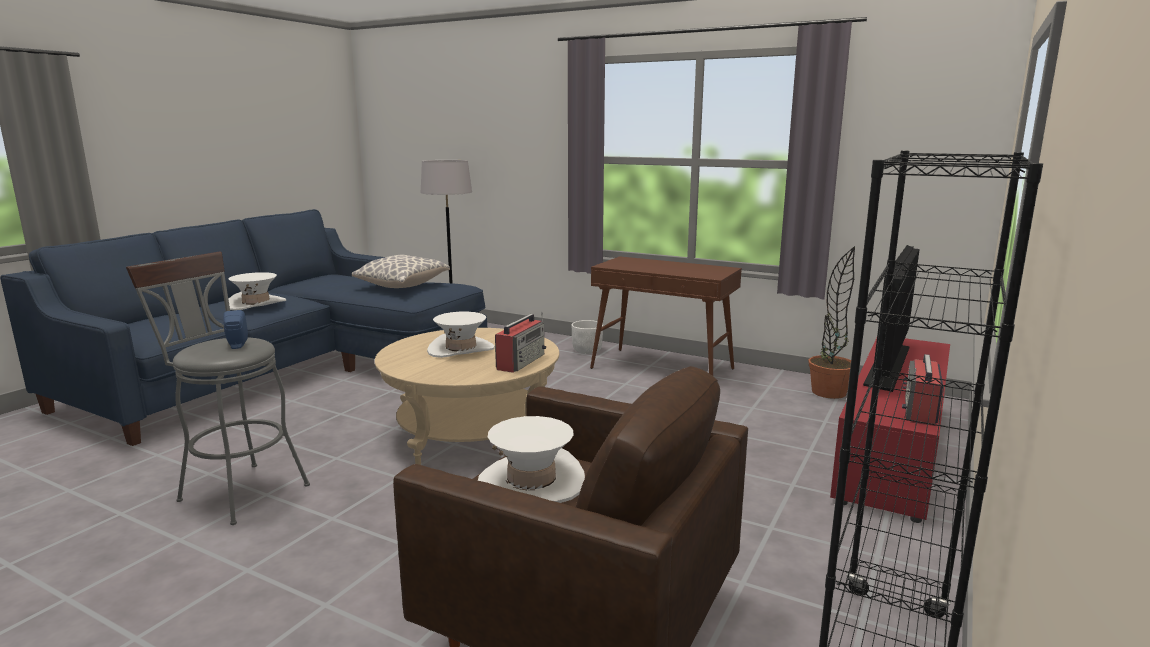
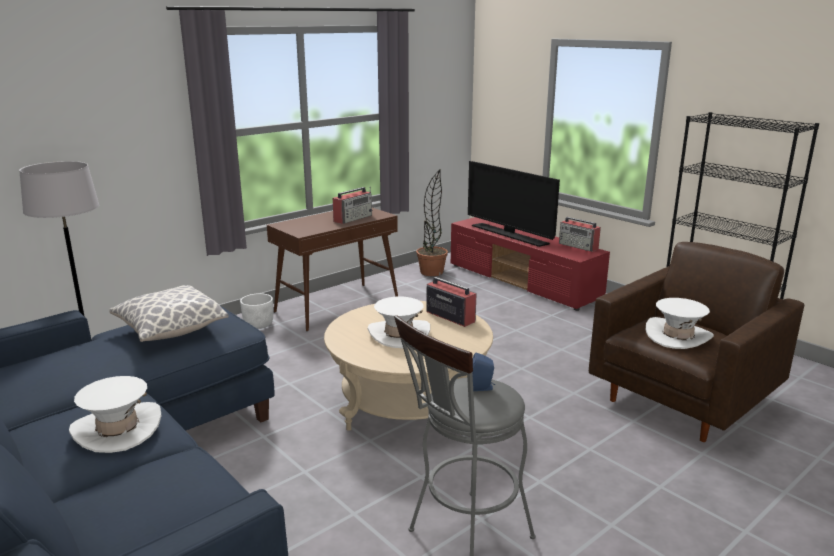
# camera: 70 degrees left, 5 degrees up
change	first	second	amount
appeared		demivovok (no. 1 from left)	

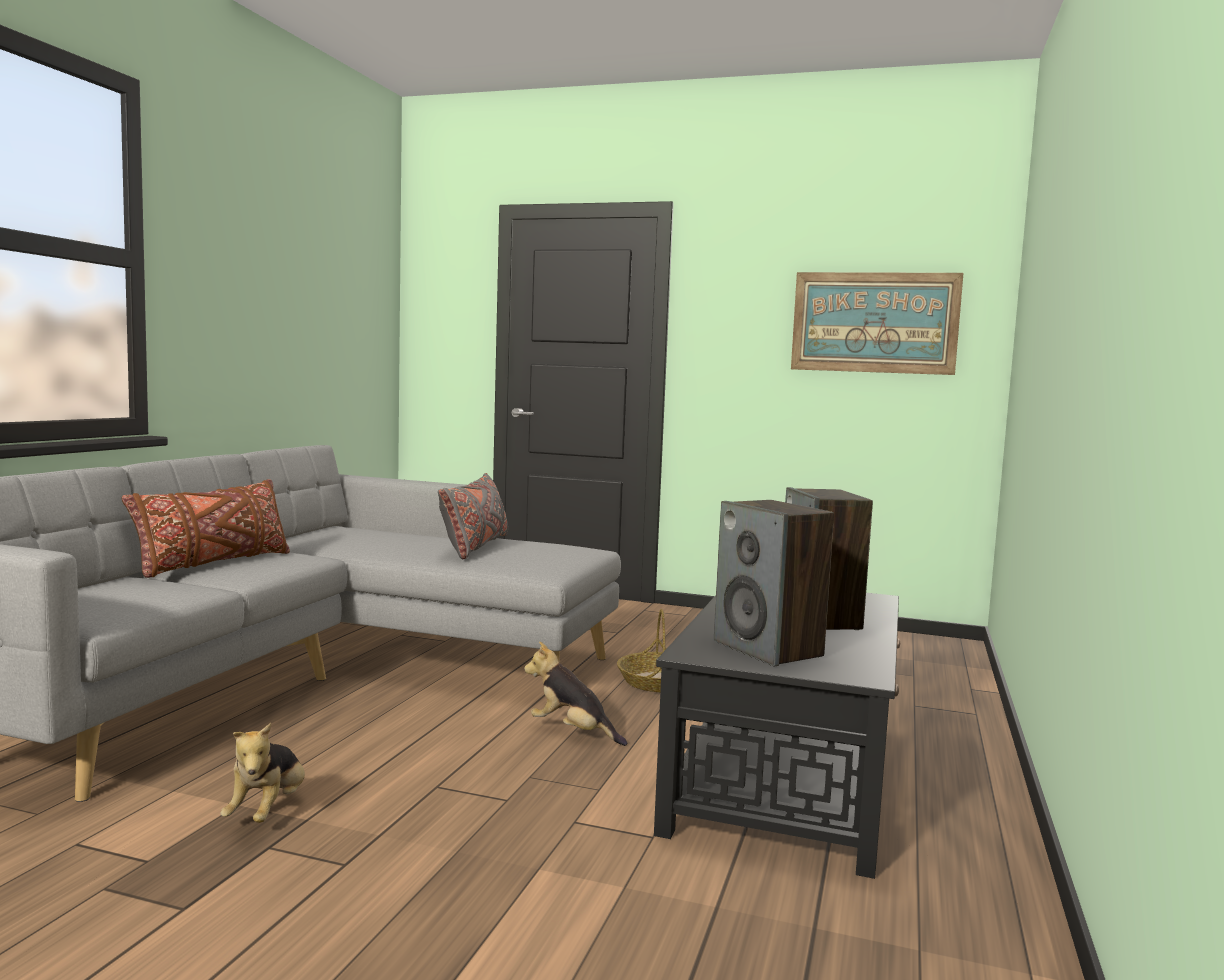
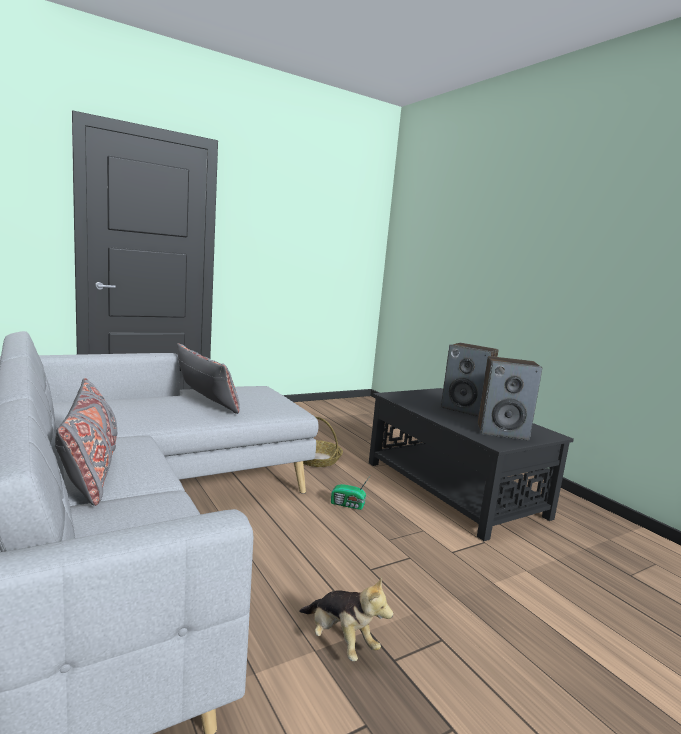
# camera: 50 degrees left, 5 degrees up
change	first	second	amount
missing	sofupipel		
colour	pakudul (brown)	pakudul (grey) (no. 1 from left)	
exchanged	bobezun (no. 2 from left)	demivovok	

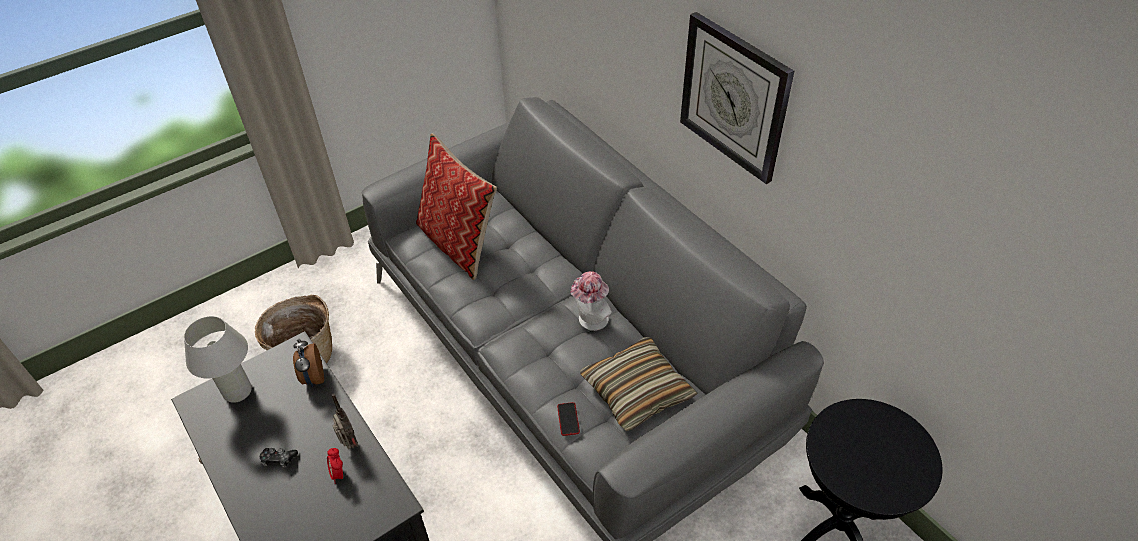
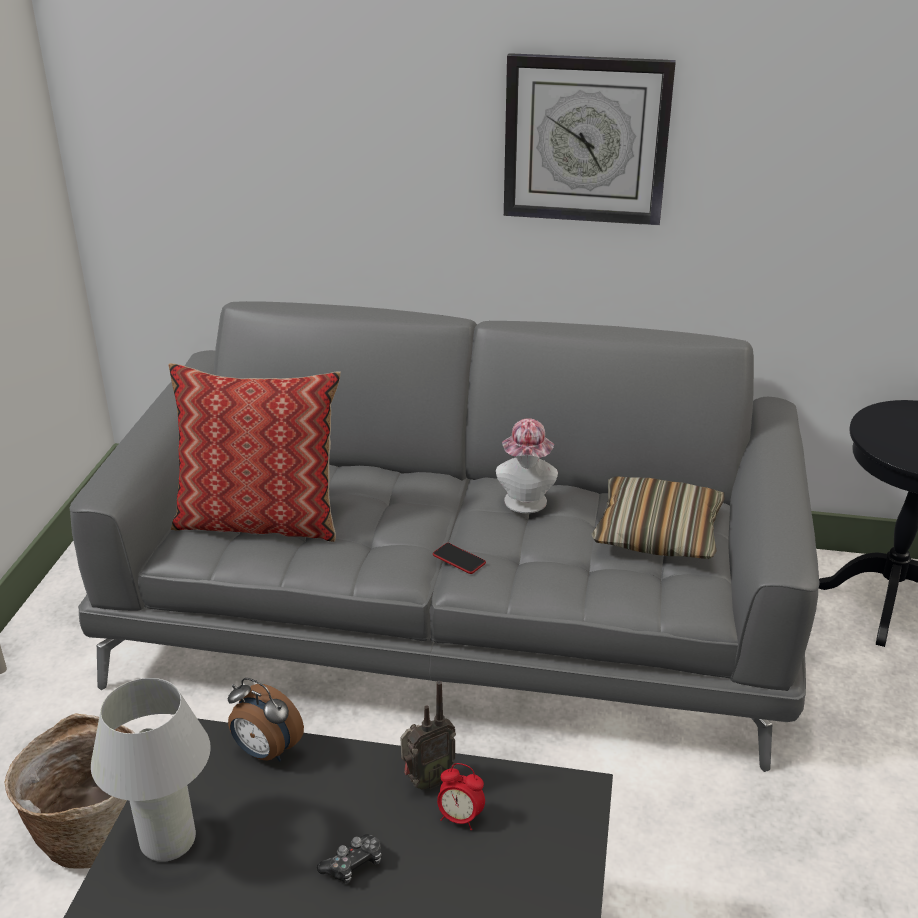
# camera: 45 degrees left, 15 degrees down
change	first	second	amount
spun	demivovok		135 degrees clockwise
relocated	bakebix		

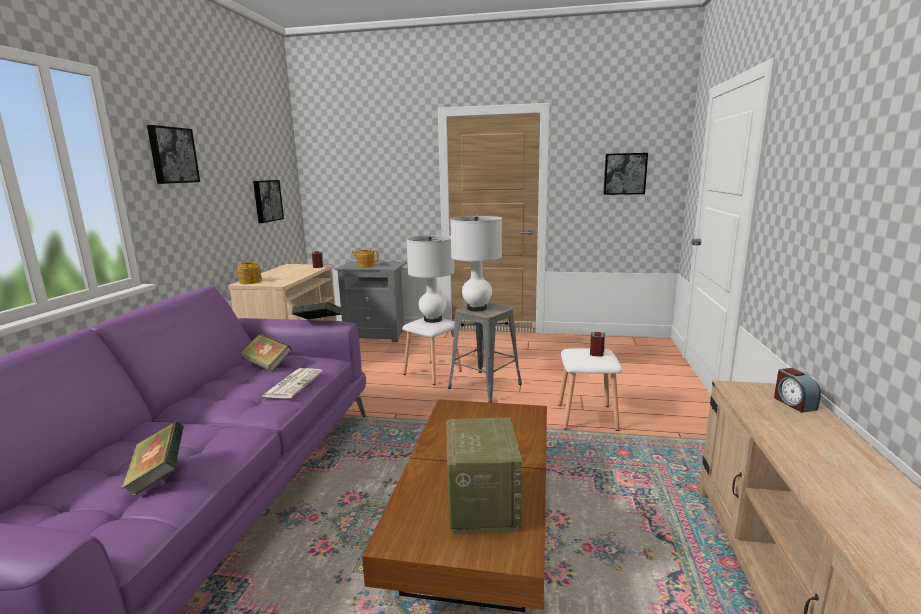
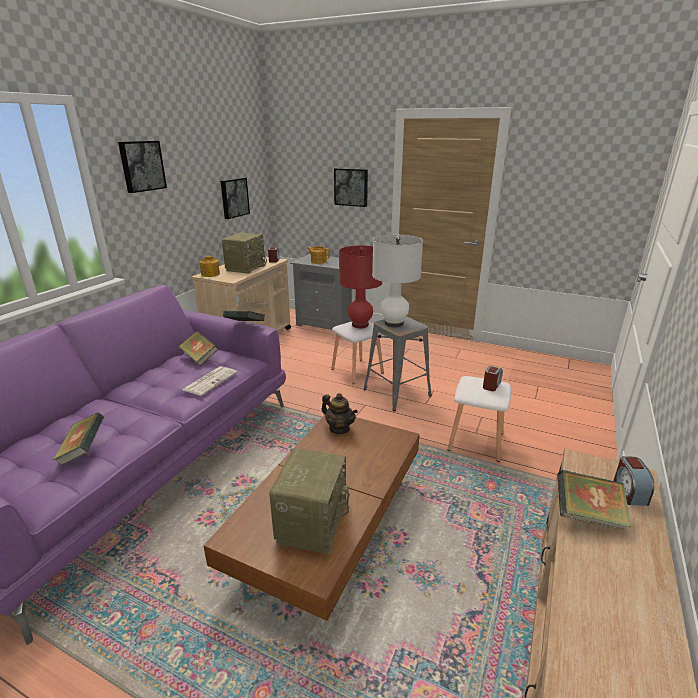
# camera: 15 degrees right, 10 degrees up
change	first	second	amount
relocated	sofupipel (no. 3 from left)		
colour	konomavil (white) (no. 1 from left)	konomavil (red)	
appeared		demivovok (no. 1 from left)	
appeared		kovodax (no. 3 from left)	
appeared		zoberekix (no. 4 from left)	

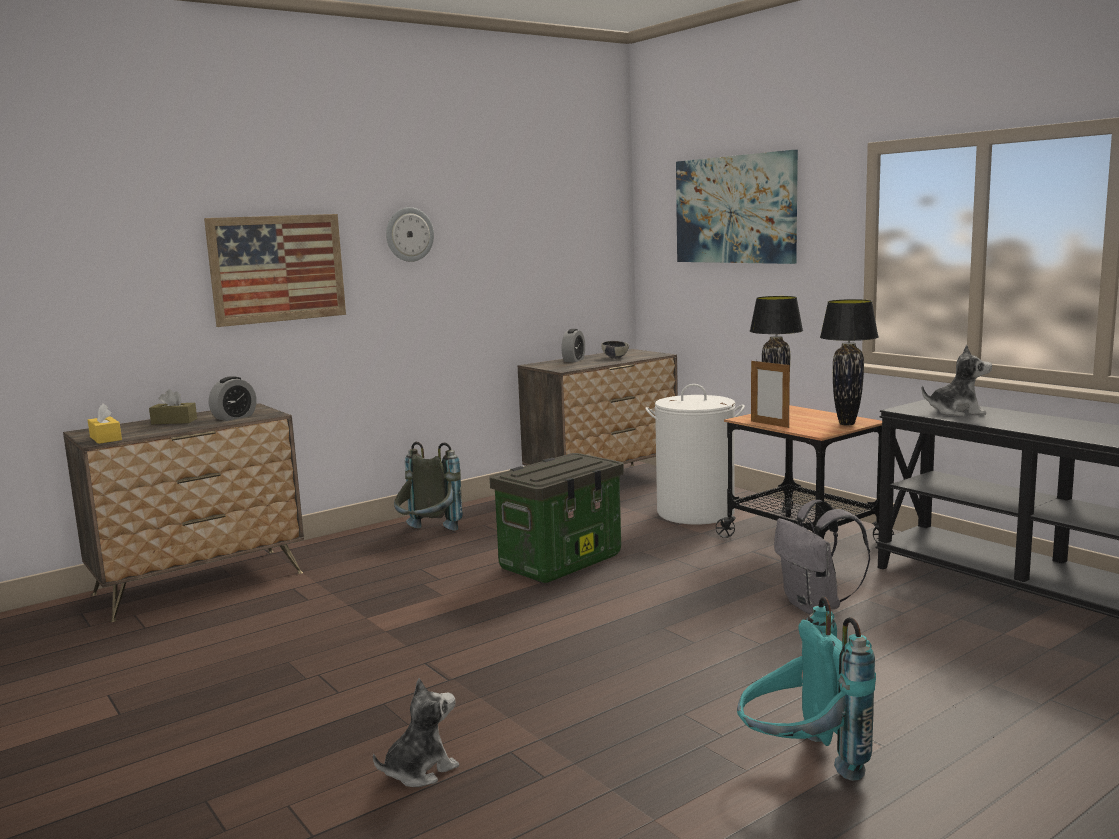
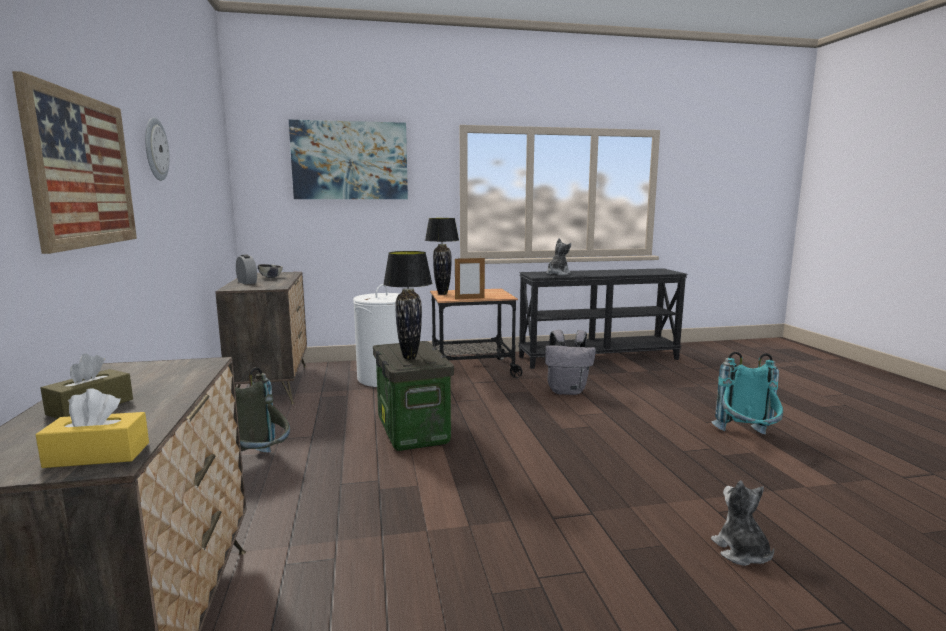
# camera: 65 degrees left, 0 degrees up
change	first	second	amount
relocated	konomavil (black) (no. 2 from left in the first image)	konomavil (black) (no. 1 from left)	
missing	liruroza (no. 1 from left)		

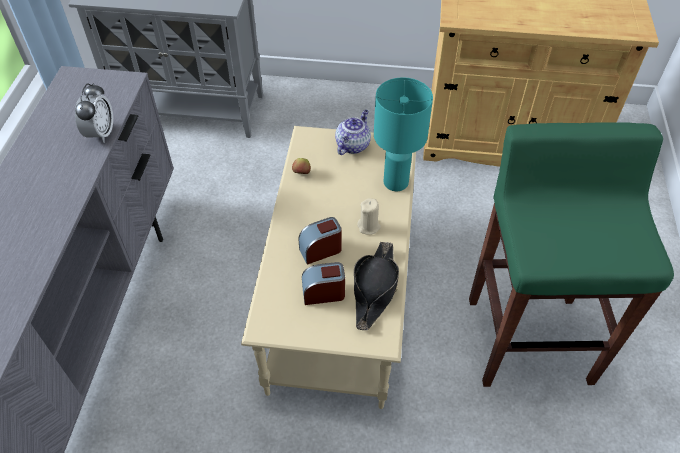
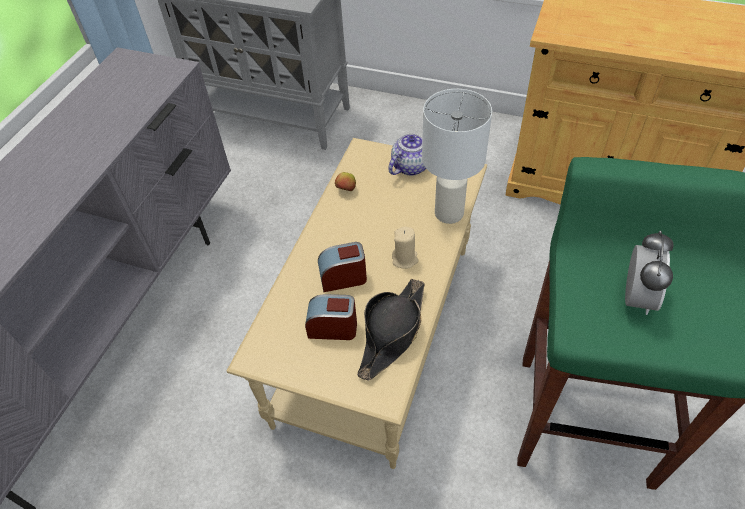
# camera: 15 degrees right, 0 degrees up
change	first	second	amount
colour	konomavil (turquoise)	konomavil (white)	
relocated	liruroza (no. 1 from left in the first image)	liruroza (no. 3 from left)	

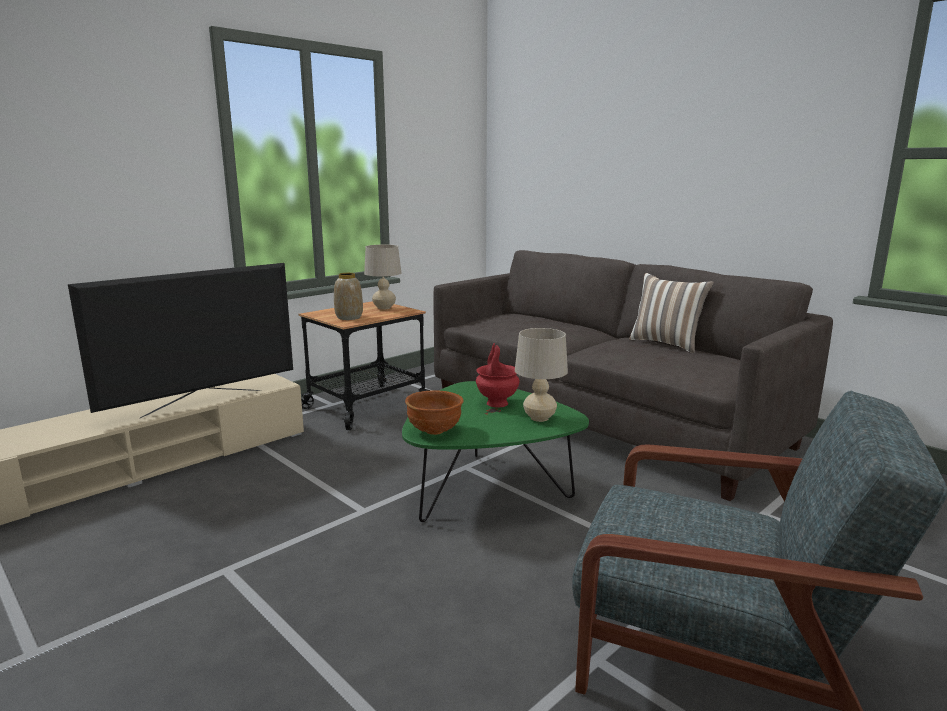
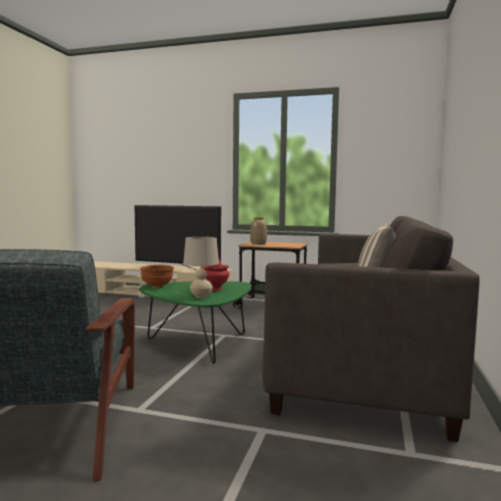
# camera: 60 degrees right, 10 degrees down
change	first	second	amount
missing	konomavil (beige) (no. 1 from left)		

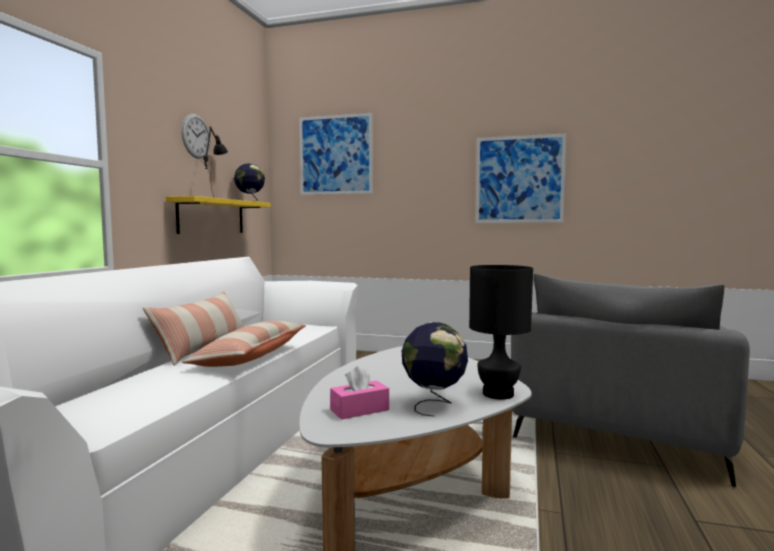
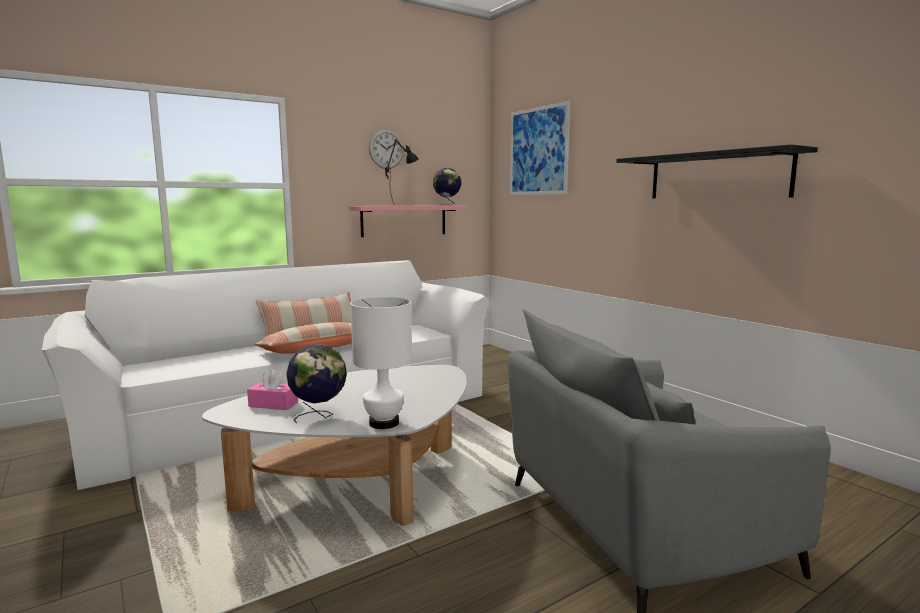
# camera: 40 degrees right, 5 degrees up
change	first	second	amount
exchanged	sofupipel (no. 2 from left)	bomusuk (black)	
colour	bomusuk (yellow)	bomusuk (pink)	
colour	konomavil (black) (no. 2 from left)	konomavil (white)	

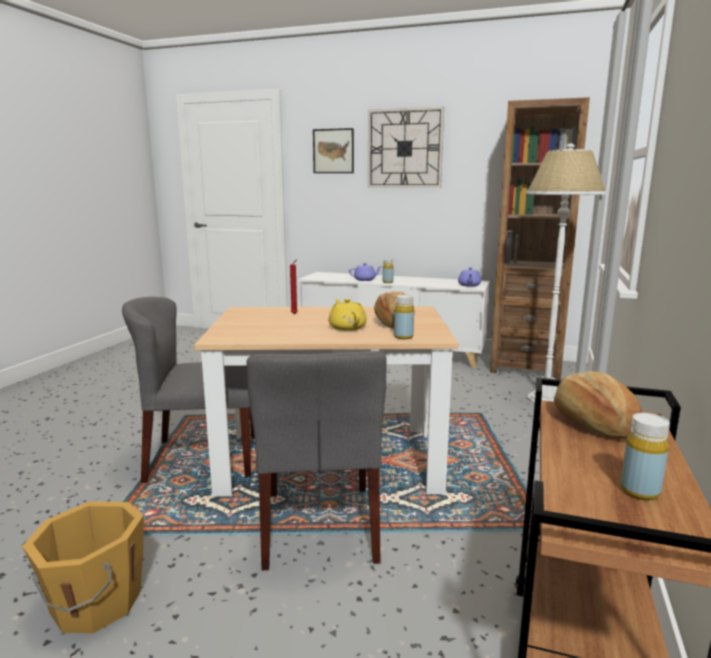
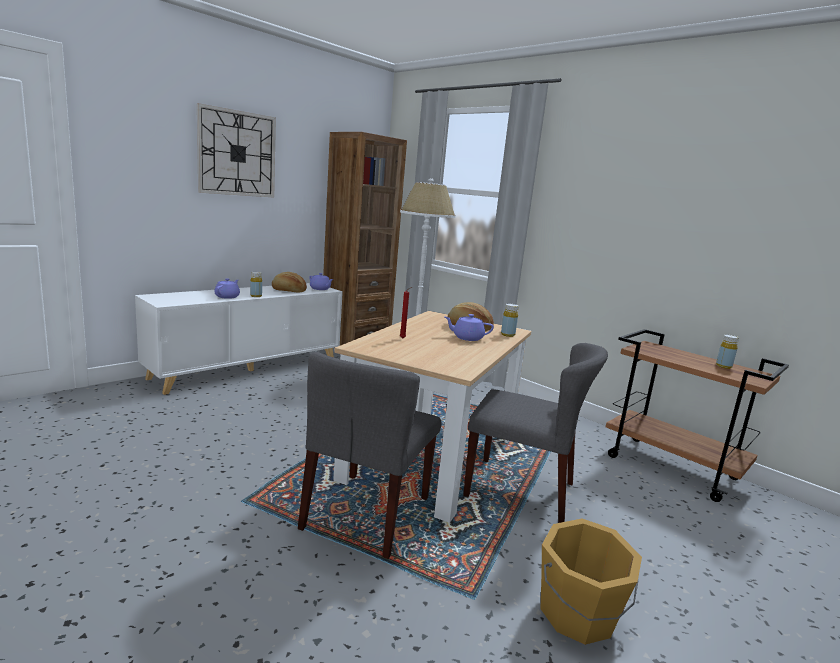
# camera: 65 degrees left, 0 degrees up
change	first	second	amount
missing	sofupipel		
colour	kovodax (yellow)	kovodax (purple) (no. 3 from left)	
relocated	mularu (no. 2 from left in the first image)	mularu (no. 1 from left)	

